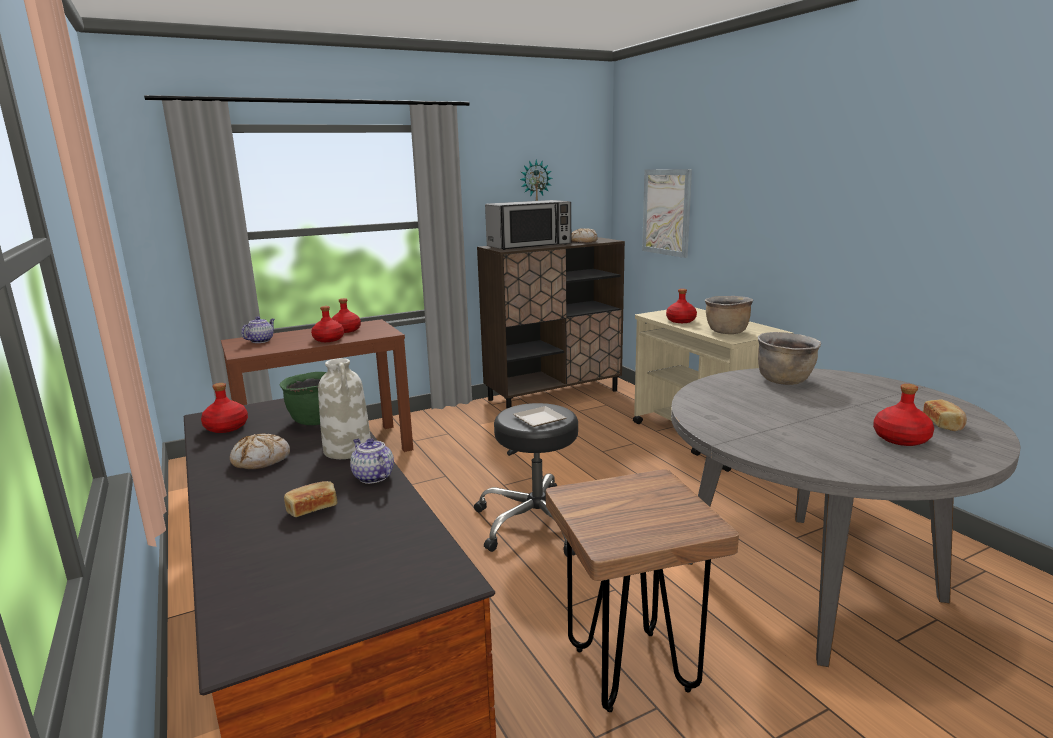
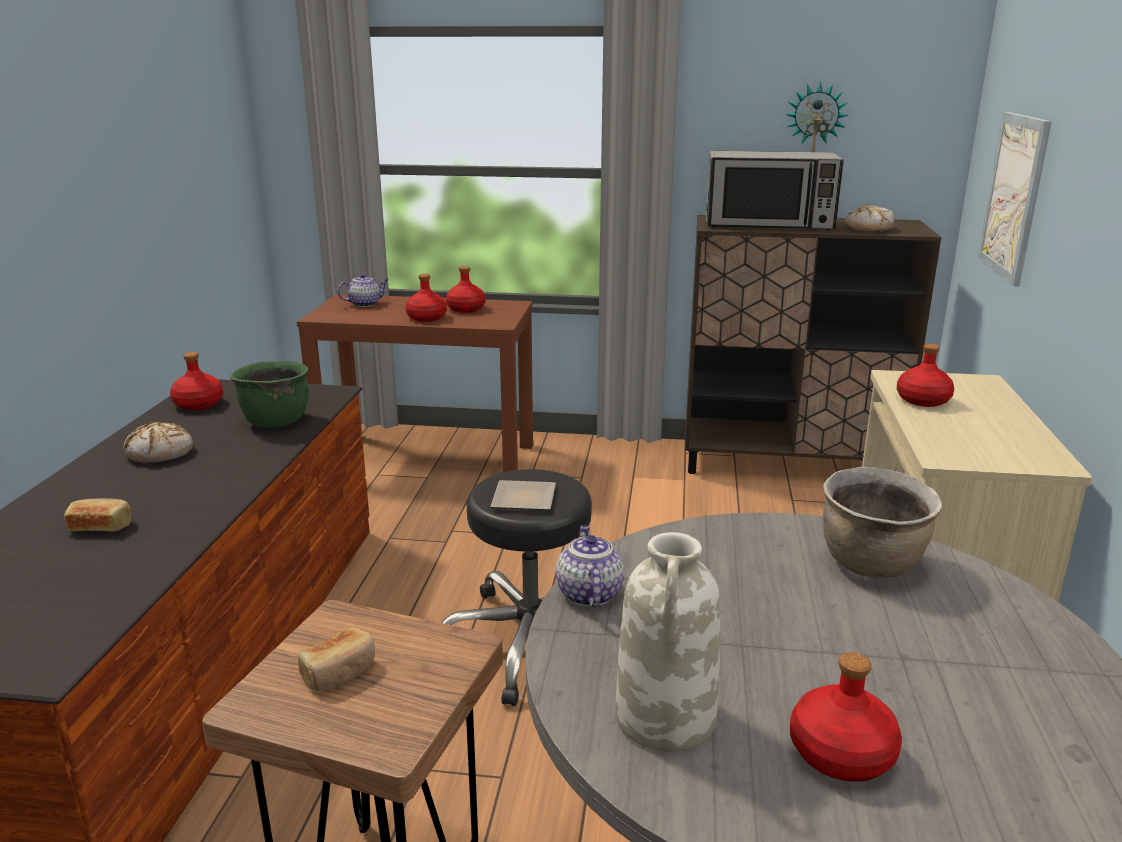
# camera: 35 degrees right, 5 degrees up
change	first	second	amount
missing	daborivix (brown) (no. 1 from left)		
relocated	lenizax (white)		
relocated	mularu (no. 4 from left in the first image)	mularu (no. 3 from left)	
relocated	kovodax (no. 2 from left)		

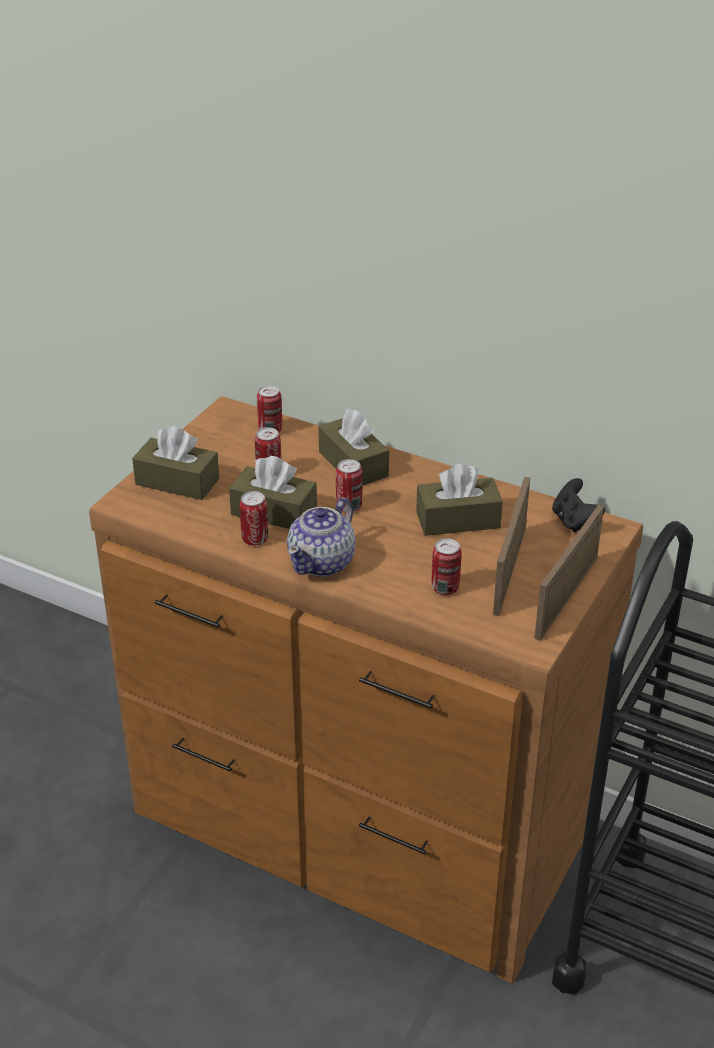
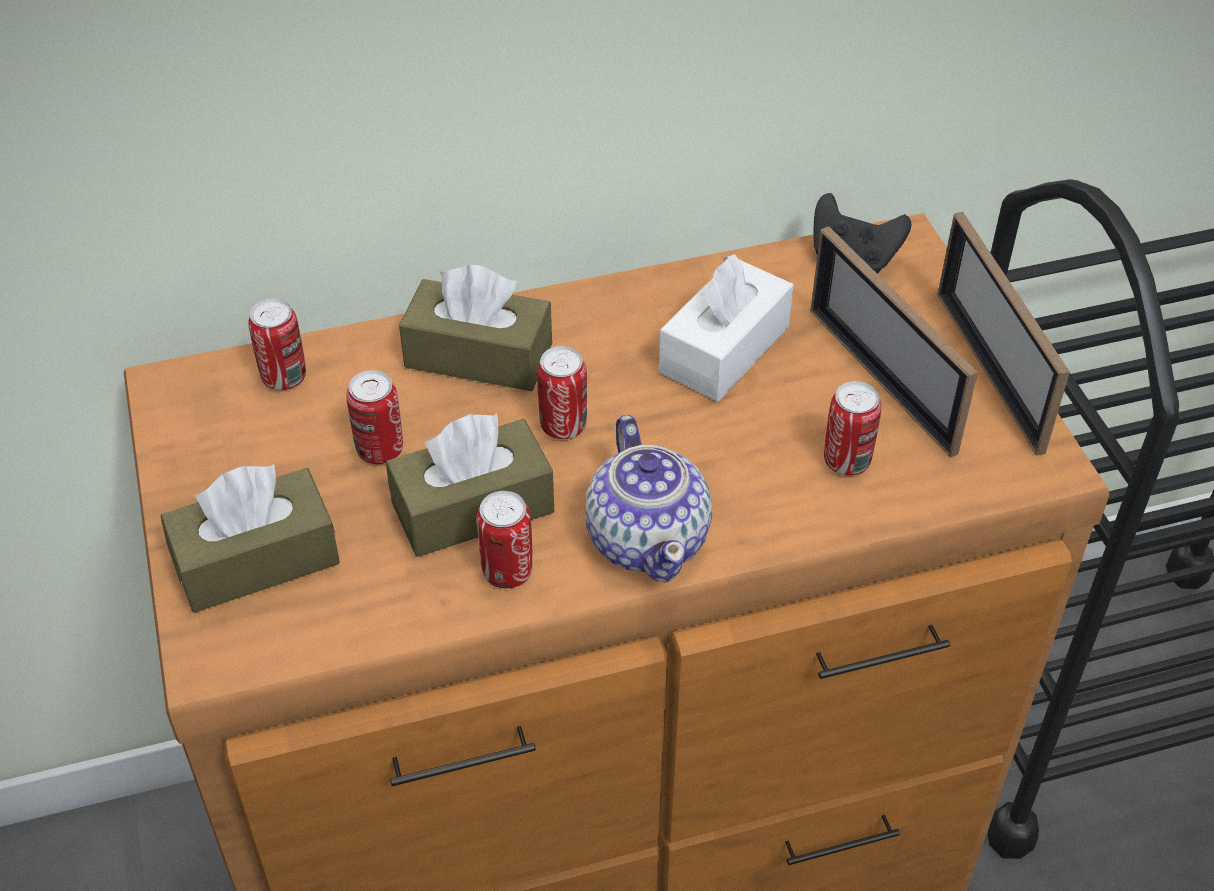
# camera: 45 degrees left, 10 degrees up
change	first	second	amount
colour	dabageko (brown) (no. 4 from left)	dabageko (white)	

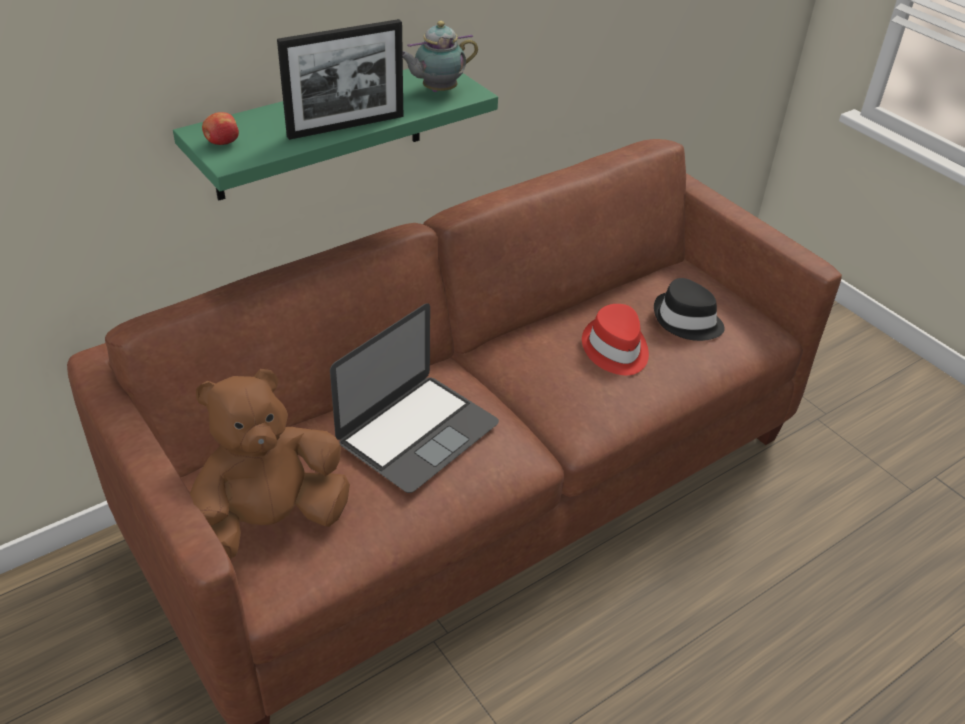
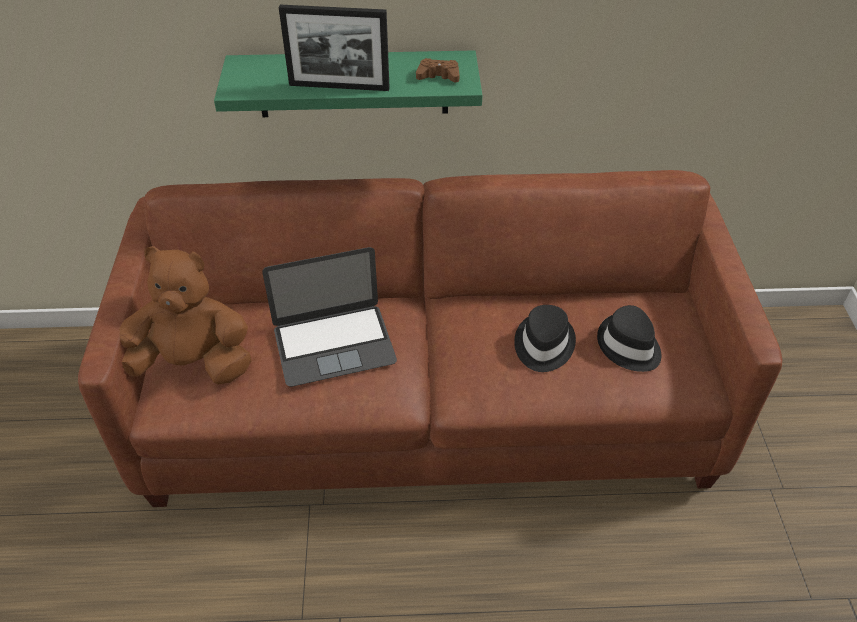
# camera: 35 degrees right, 5 degrees up
change	first	second	amount
exchanged	kovodax	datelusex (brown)	
missing	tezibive		
colour	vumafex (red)	vumafex (black) (no. 1 from left)	

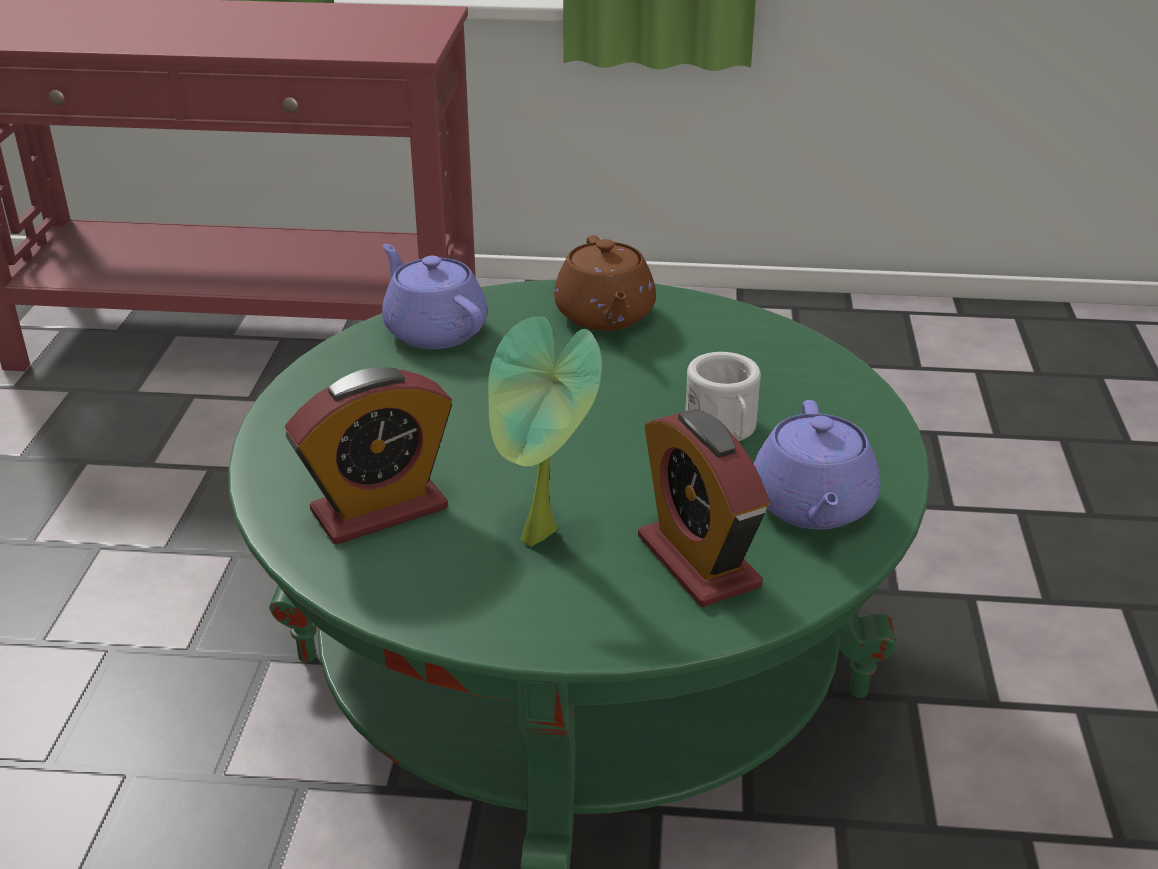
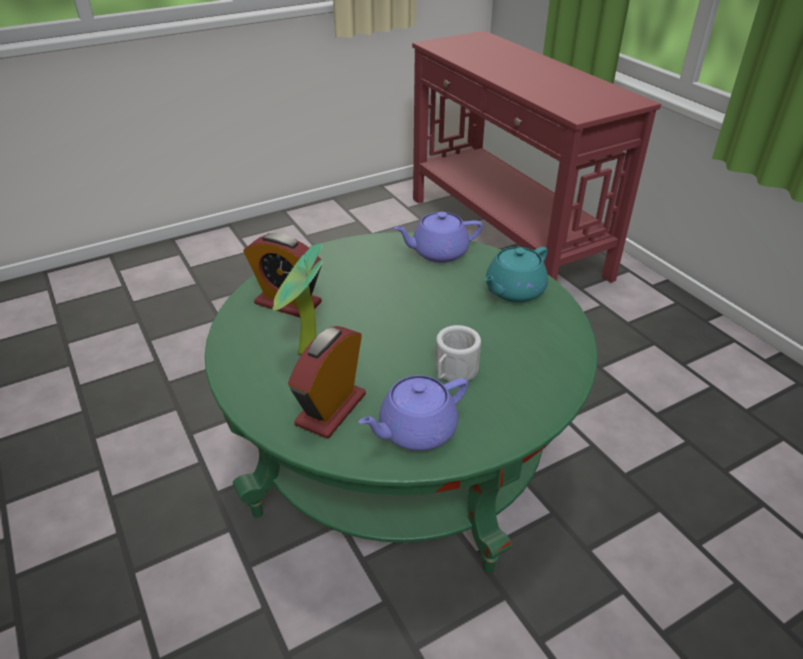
# camera: 55 degrees right, 5 degrees up
change	first	second	amount
colour	kovodax (brown)	kovodax (turquoise)	
spun	kovodax (purple) (no. 1 from left in the first image)	kovodax (purple) (no. 2 from left)	120 degrees counterclockwise

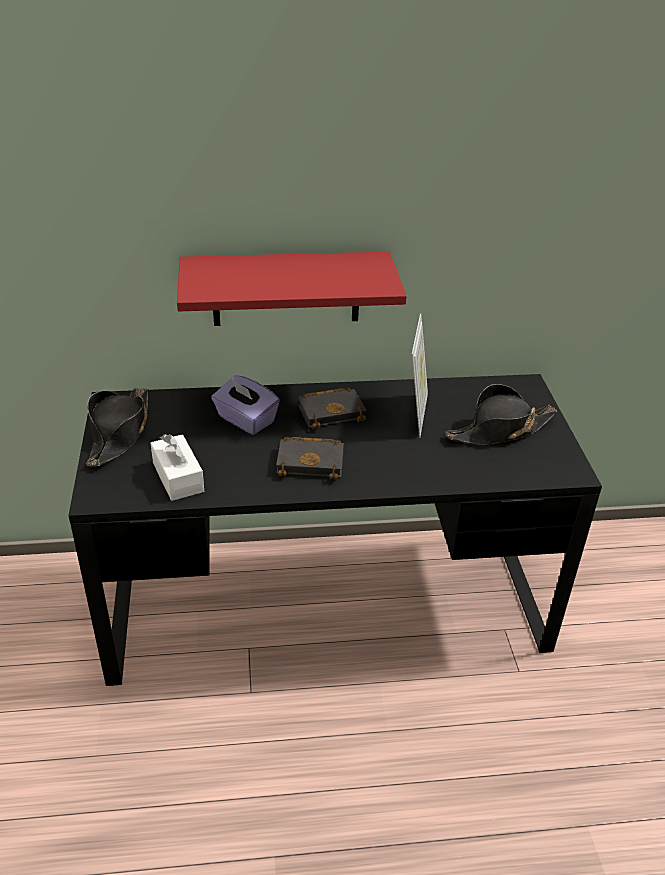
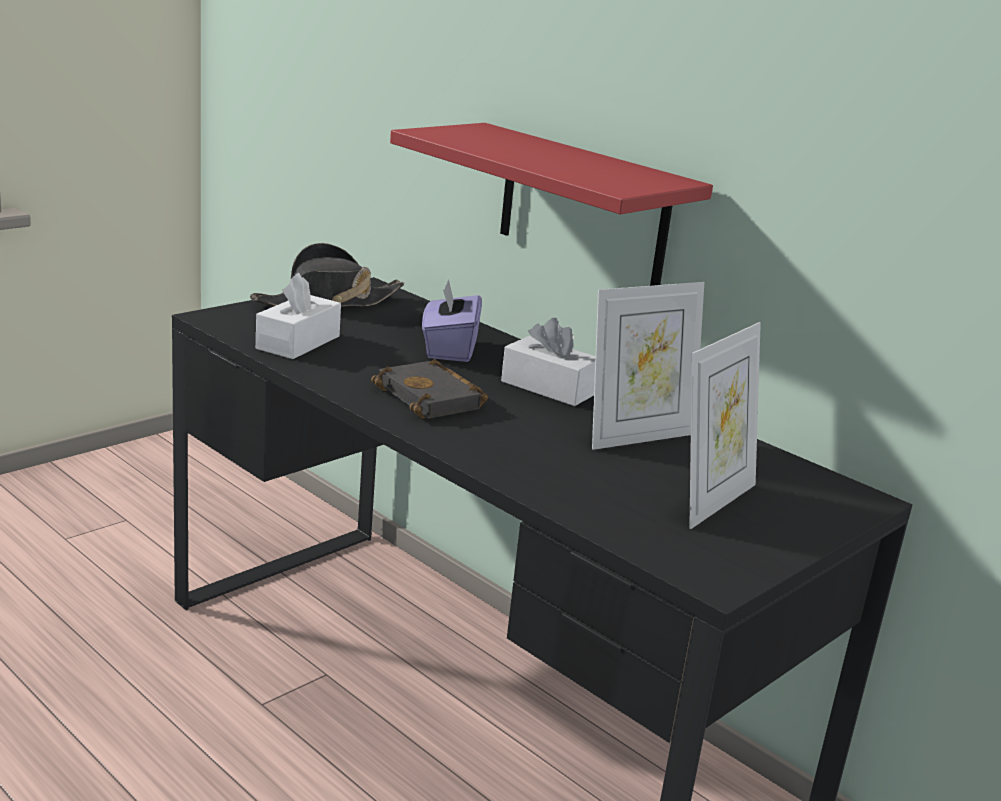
# camera: 50 degrees right, 15 degrees down
change	first	second	amount
exchanged	vumafex (black) (no. 2 from left)	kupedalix (no. 2 from left)	
exchanged	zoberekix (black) (no. 2 from left)	dabageko (white) (no. 2 from left)	

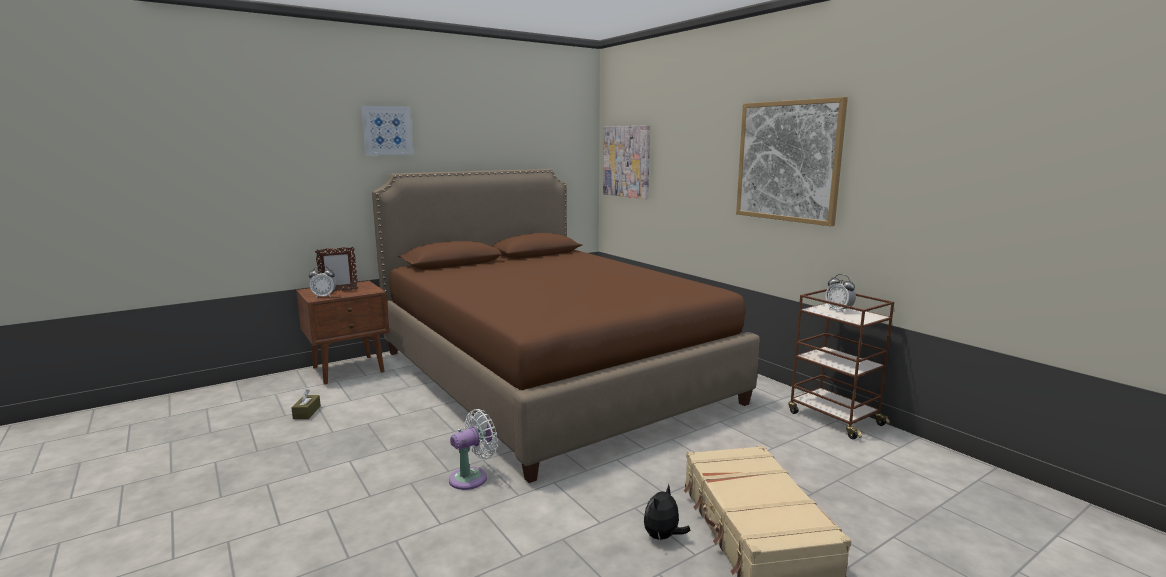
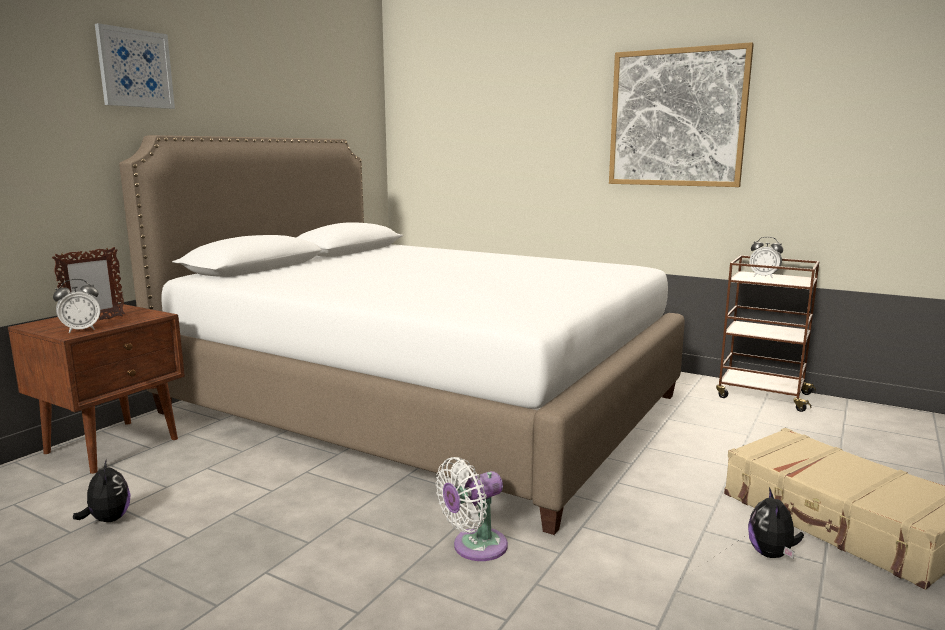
# camera: 25 degrees left, 0 degrees up
change	first	second	amount
missing	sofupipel (no. 2 from left)		
colour	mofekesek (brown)	mofekesek (white)	
exchanged	dabageko (brown)	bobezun (no. 1 from left)	
spun	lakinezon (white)		150 degrees counterclockwise

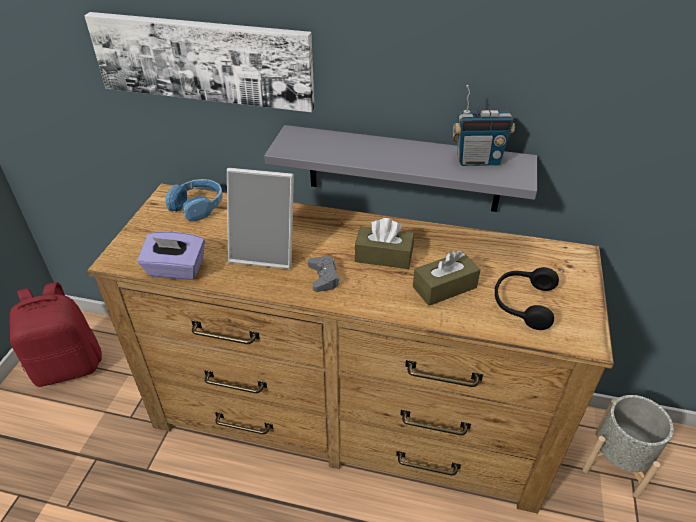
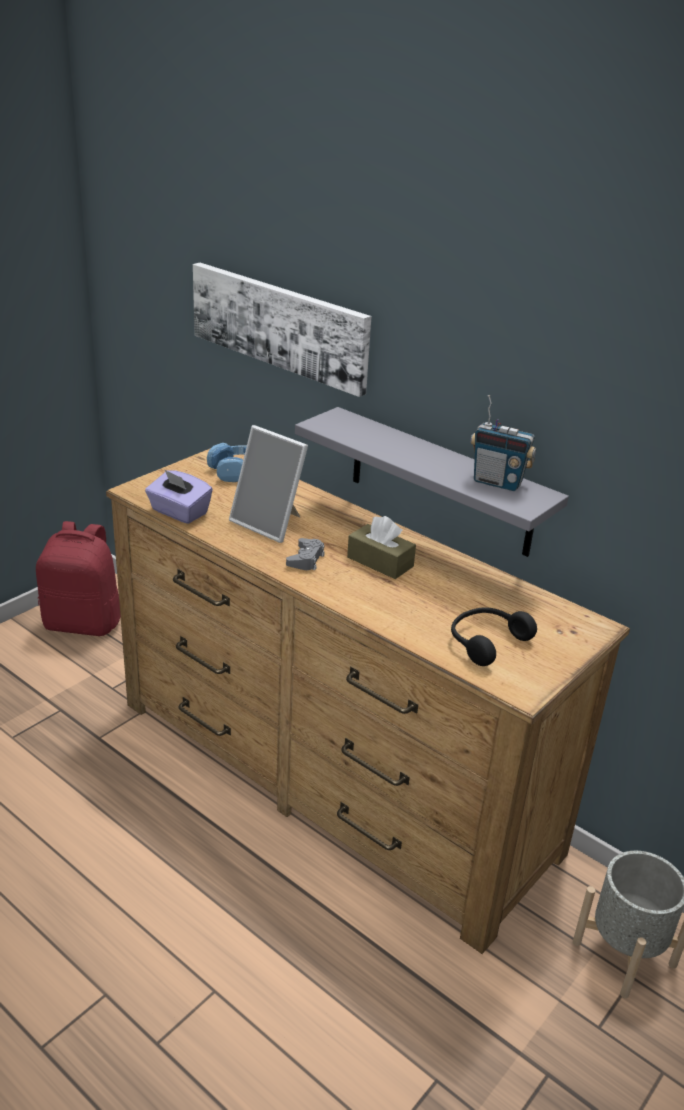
# camera: 25 degrees right, 10 degrees down
change	first	second	amount
missing	dabageko (brown) (no. 2 from left)		

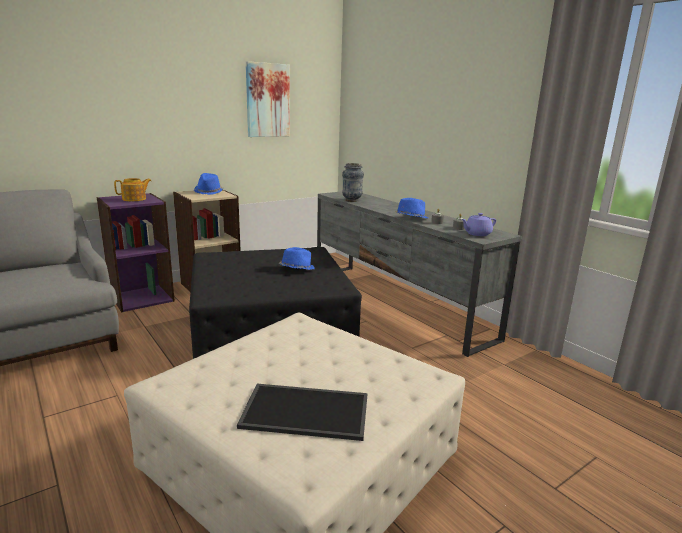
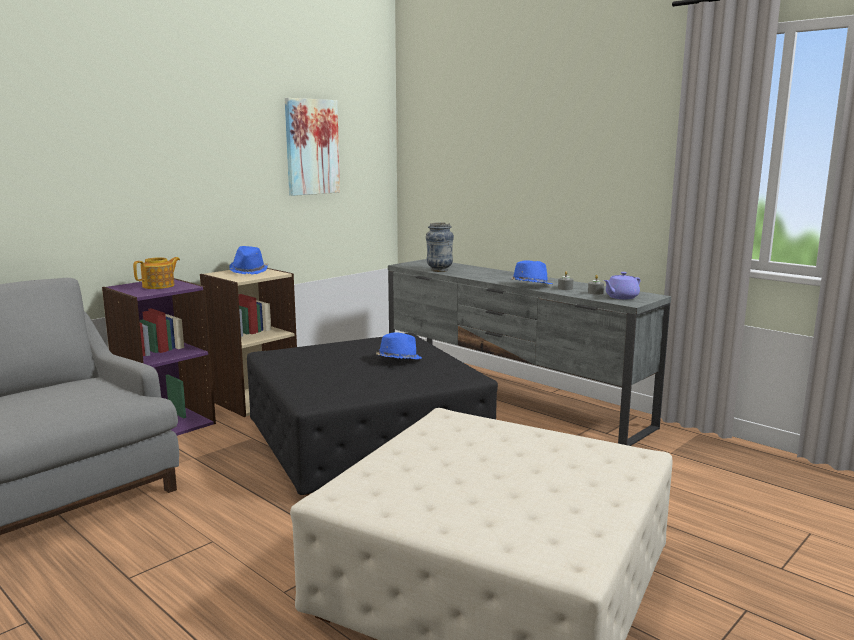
# camera: 10 degrees left, 5 degrees down
change	first	second	amount
missing	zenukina		

